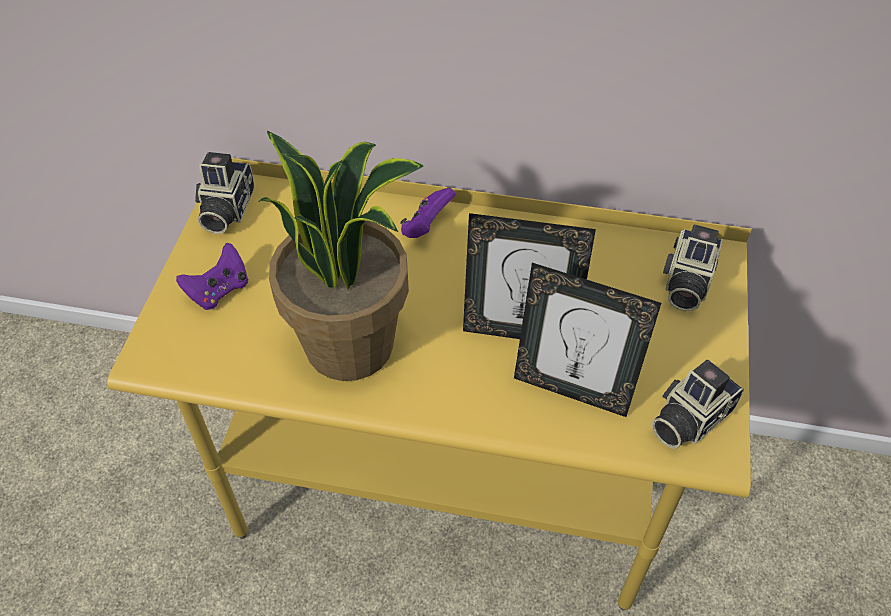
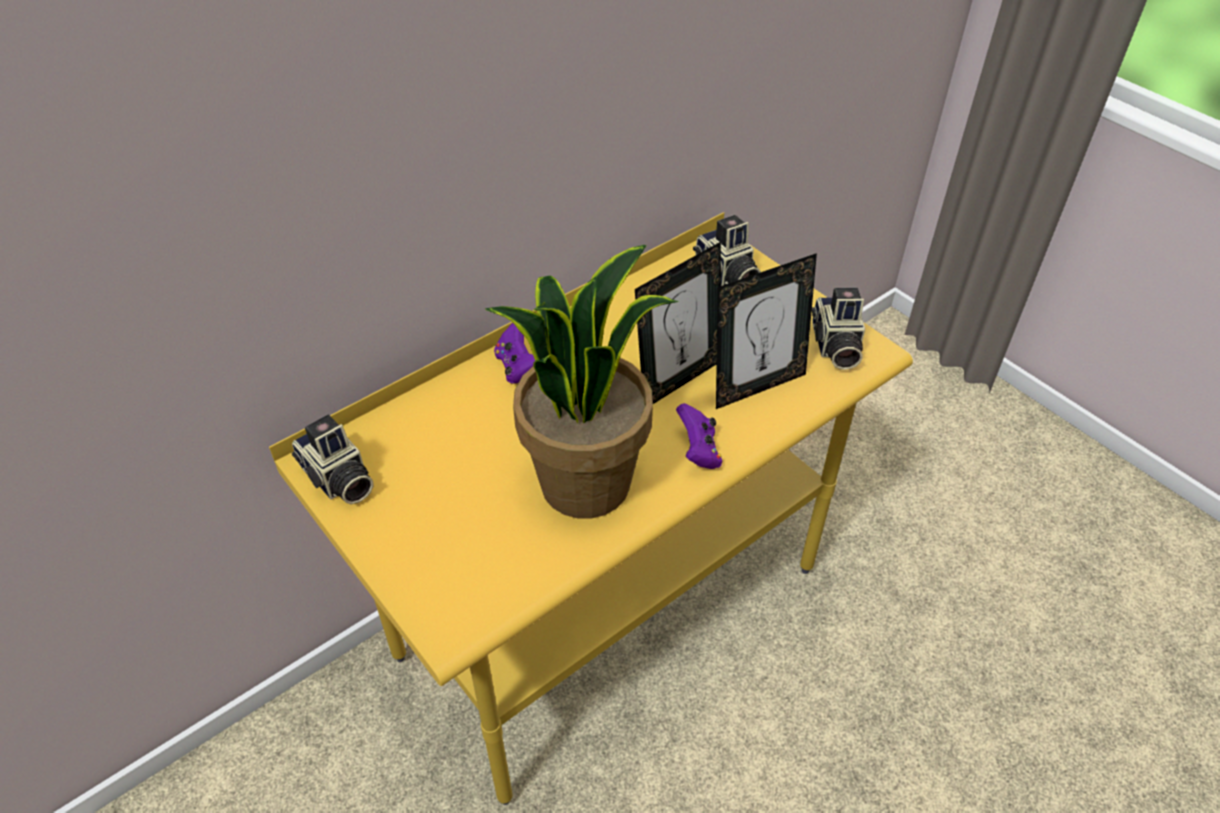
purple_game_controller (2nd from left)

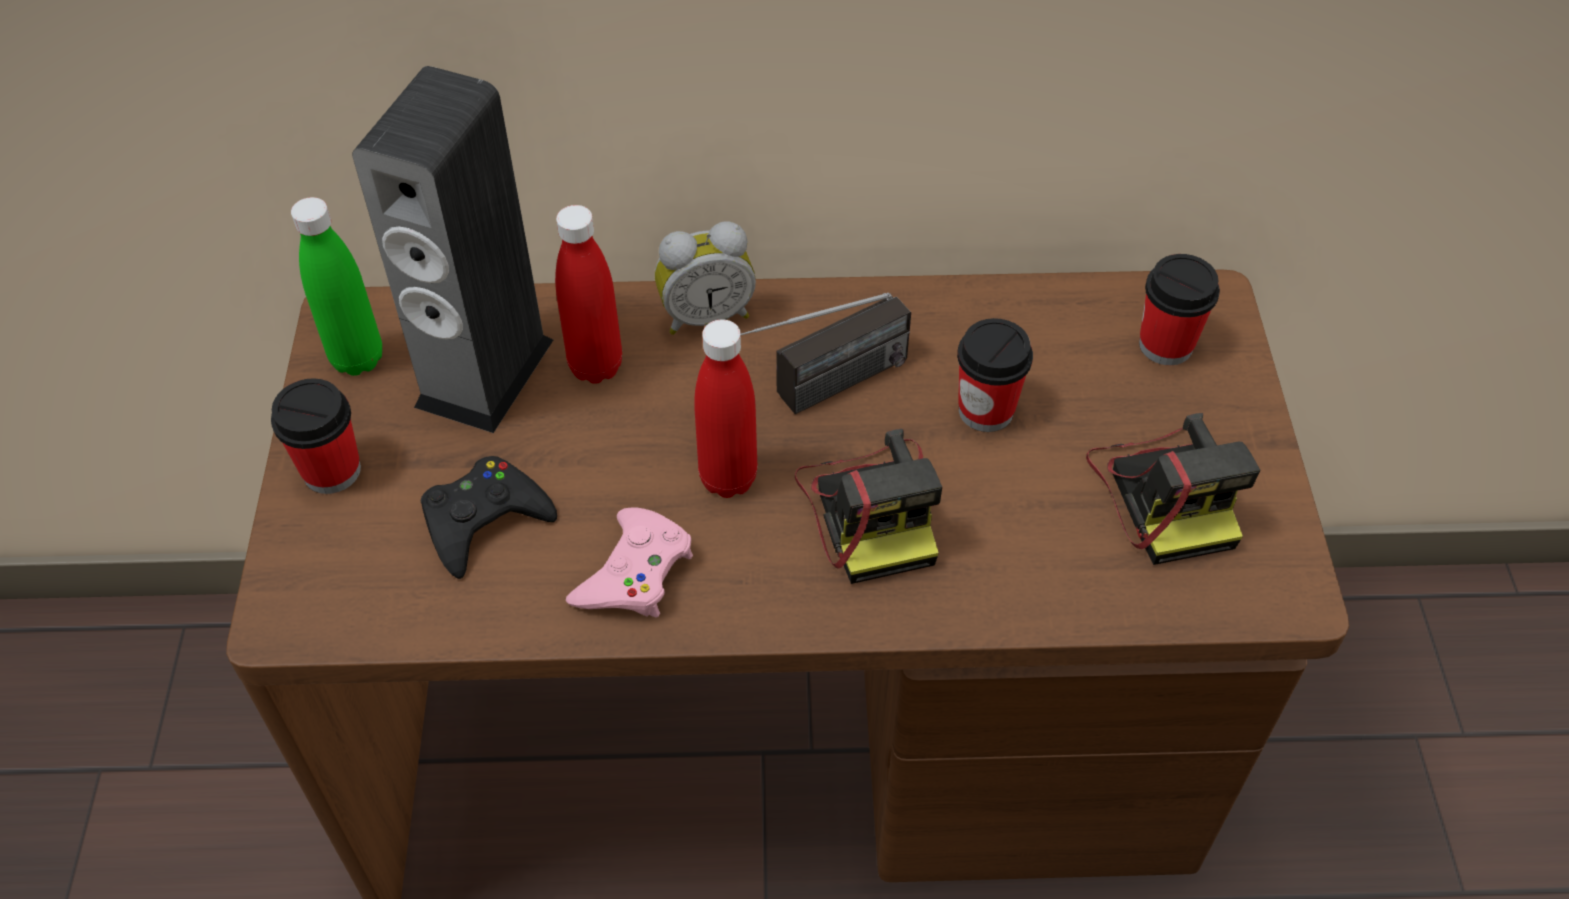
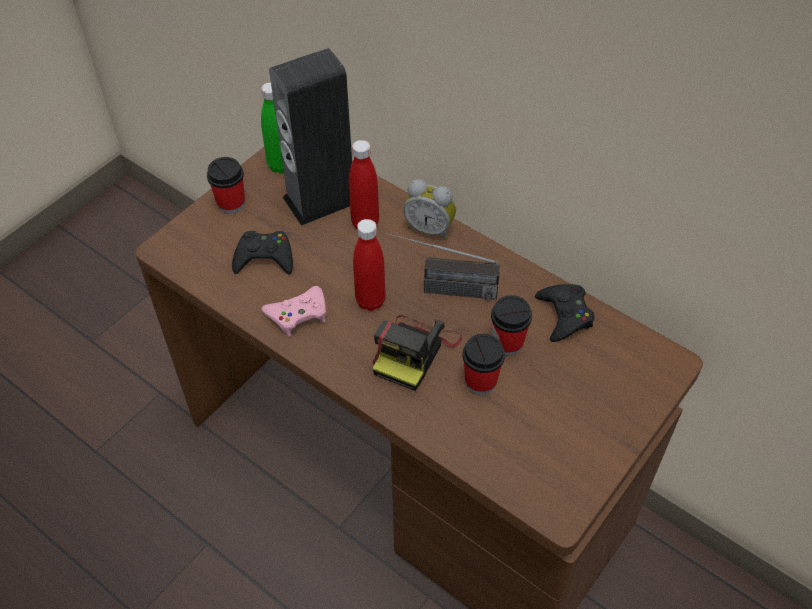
photo_camera (2nd from left in the first image); blackish_game_controller (2nd from left); cup (2nd from left)

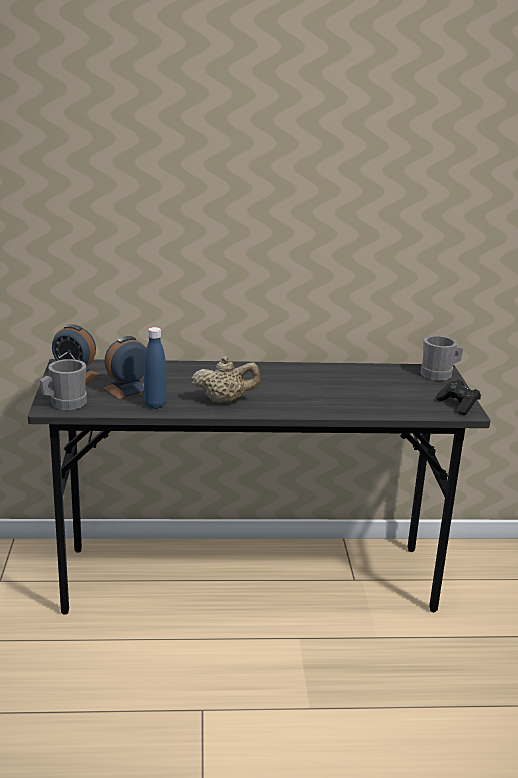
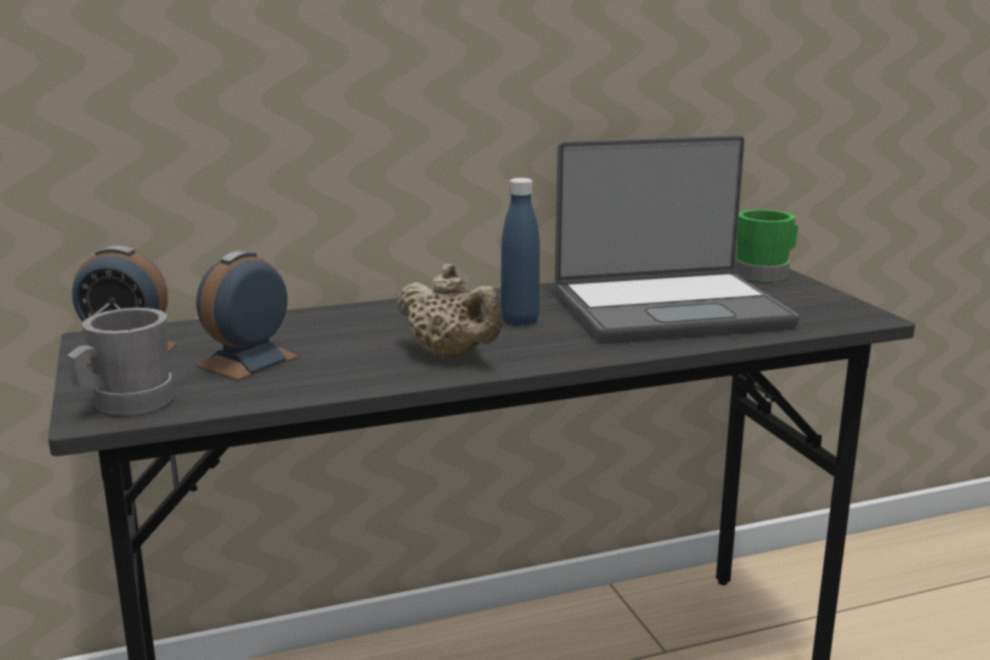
blackish_game_controller; portable_computer; blue-coloured_beverage_bottle; green_mug; beige_pot_for_tea

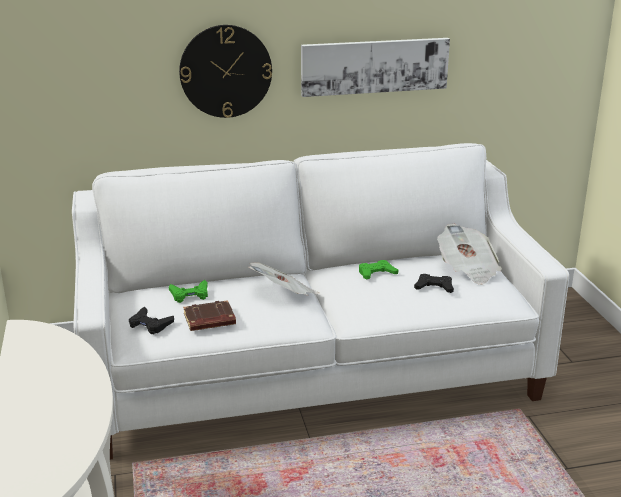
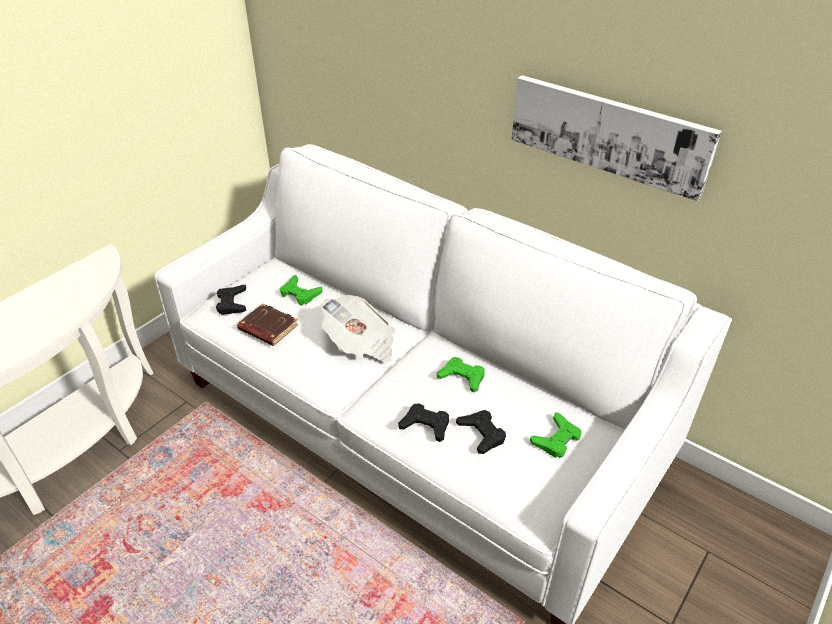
hanging_clock; blackish_game_controller (2nd from left); green_game_controller (3rd from left)

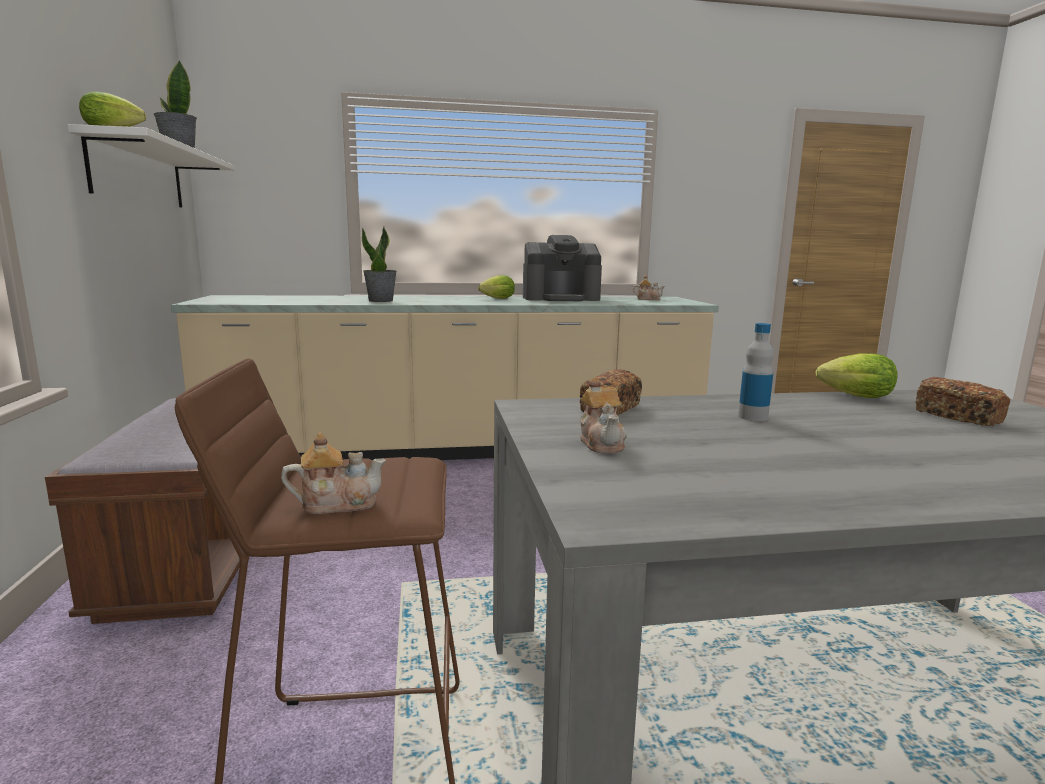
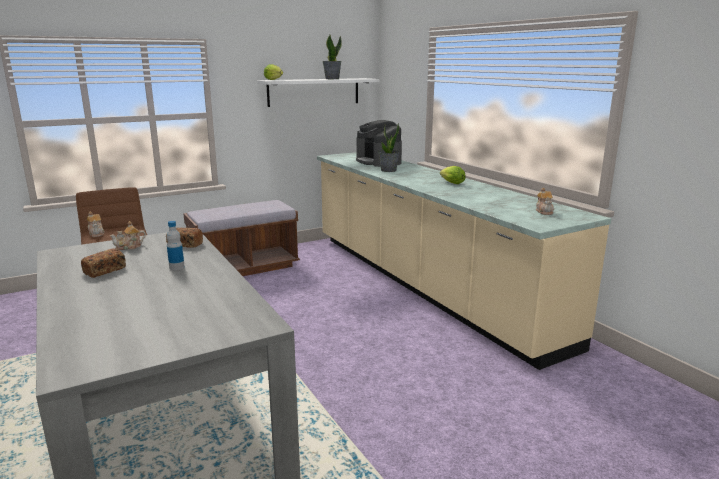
lettuce (3rd from left in the first image); coffee_machine; bakery_bread (1st from left)

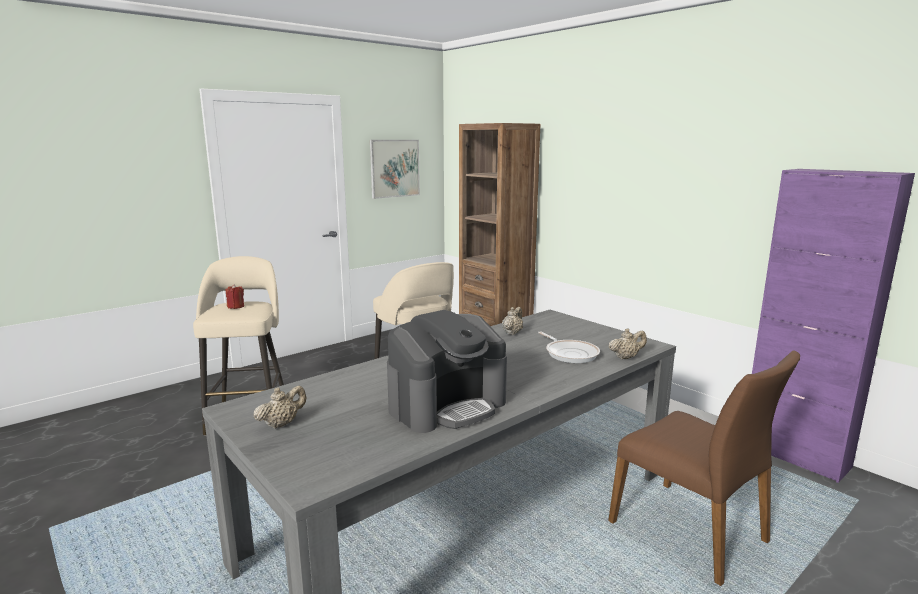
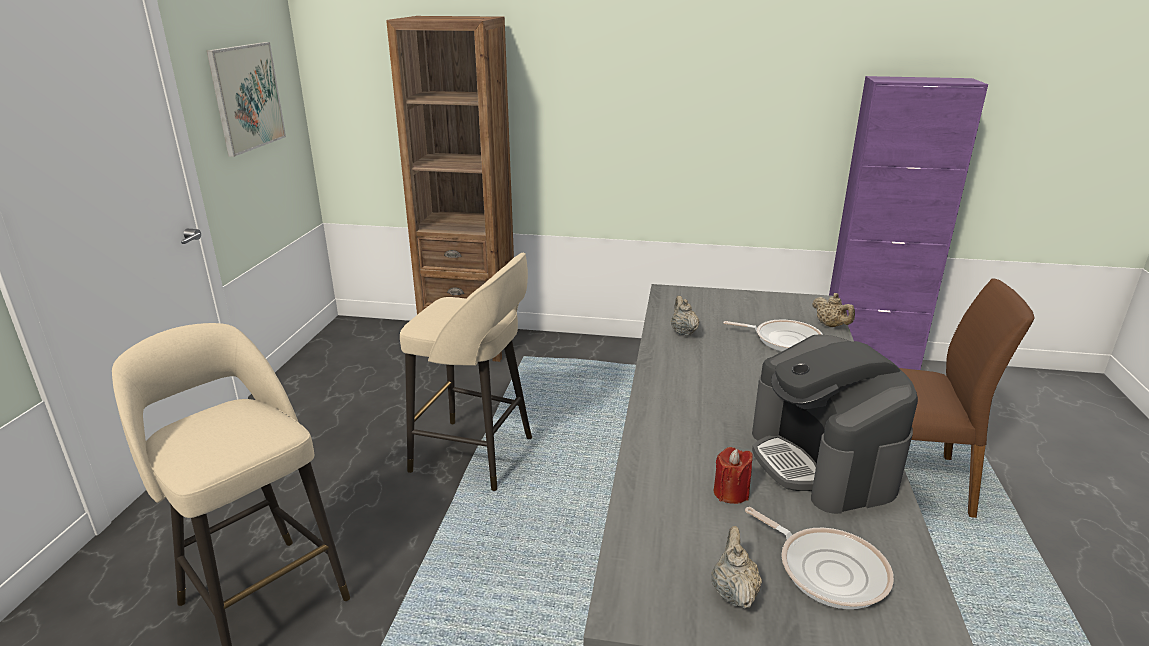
frying_pan (2nd from left); reddish_candle; coffee_machine; beige_pot_for_tea (3rd from left)

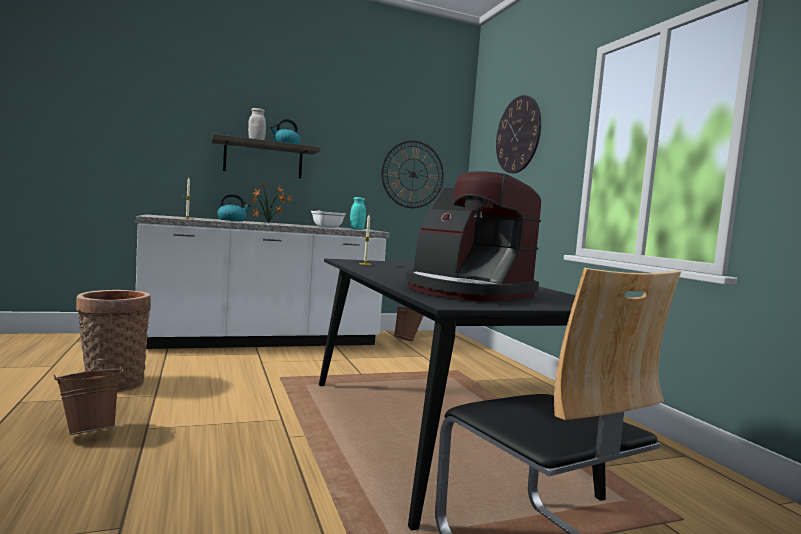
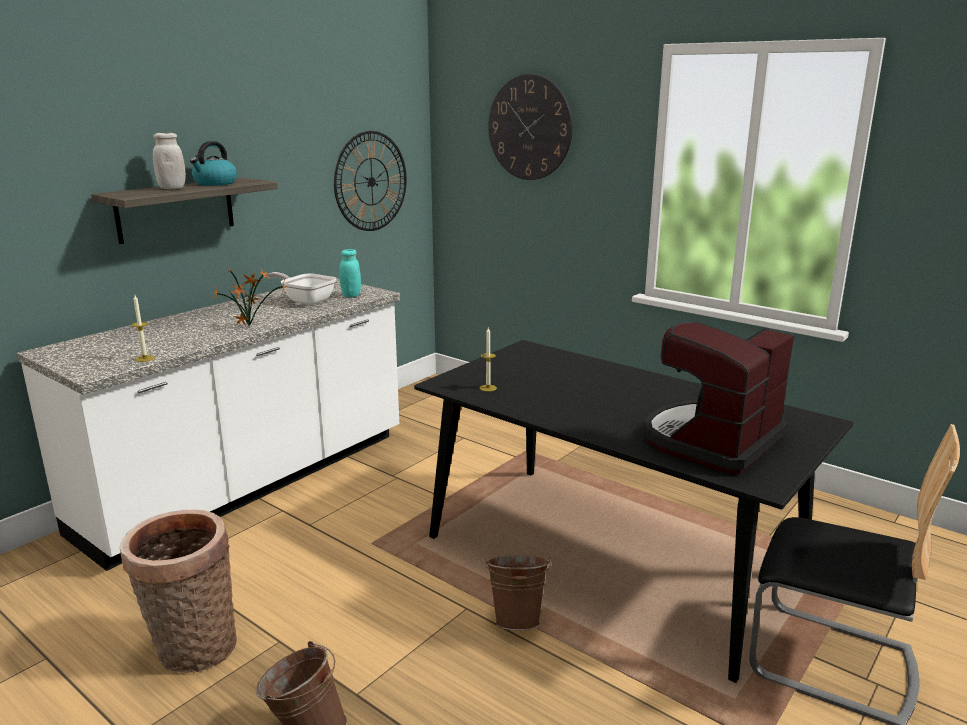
water_kettle (1st from left in the first image); brown-coloured_water_bucket (2nd from left); coffee_machine

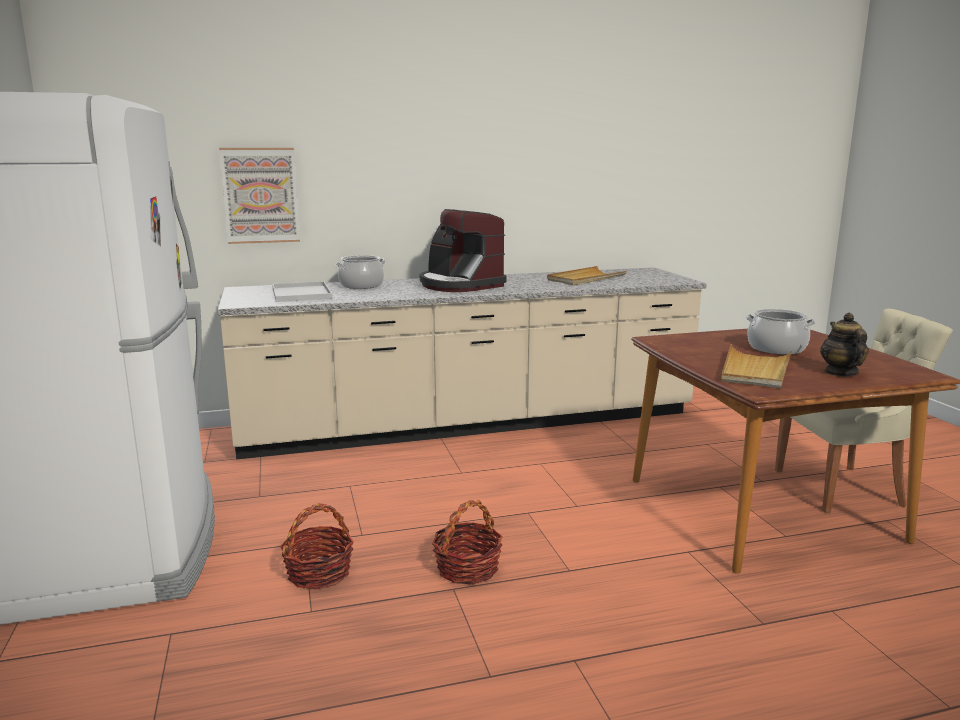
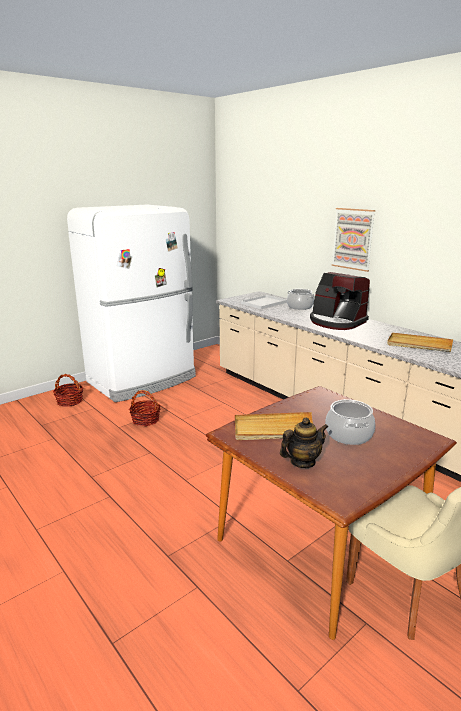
wall_picture; basket (1st from left); coffee_machine

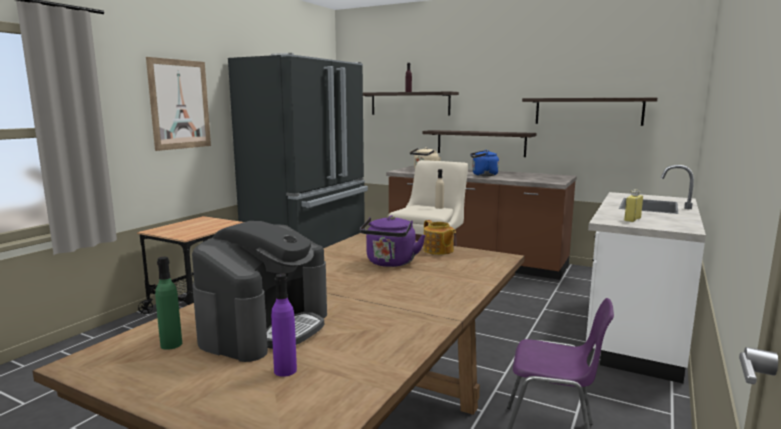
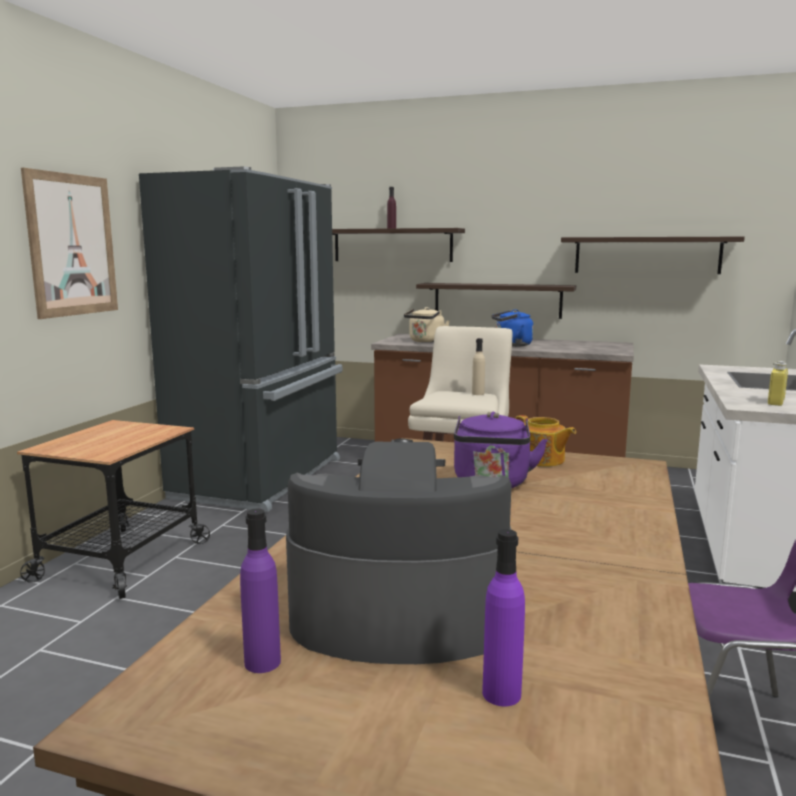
purple_beverage_bottle (1st from left); coffee_machine

